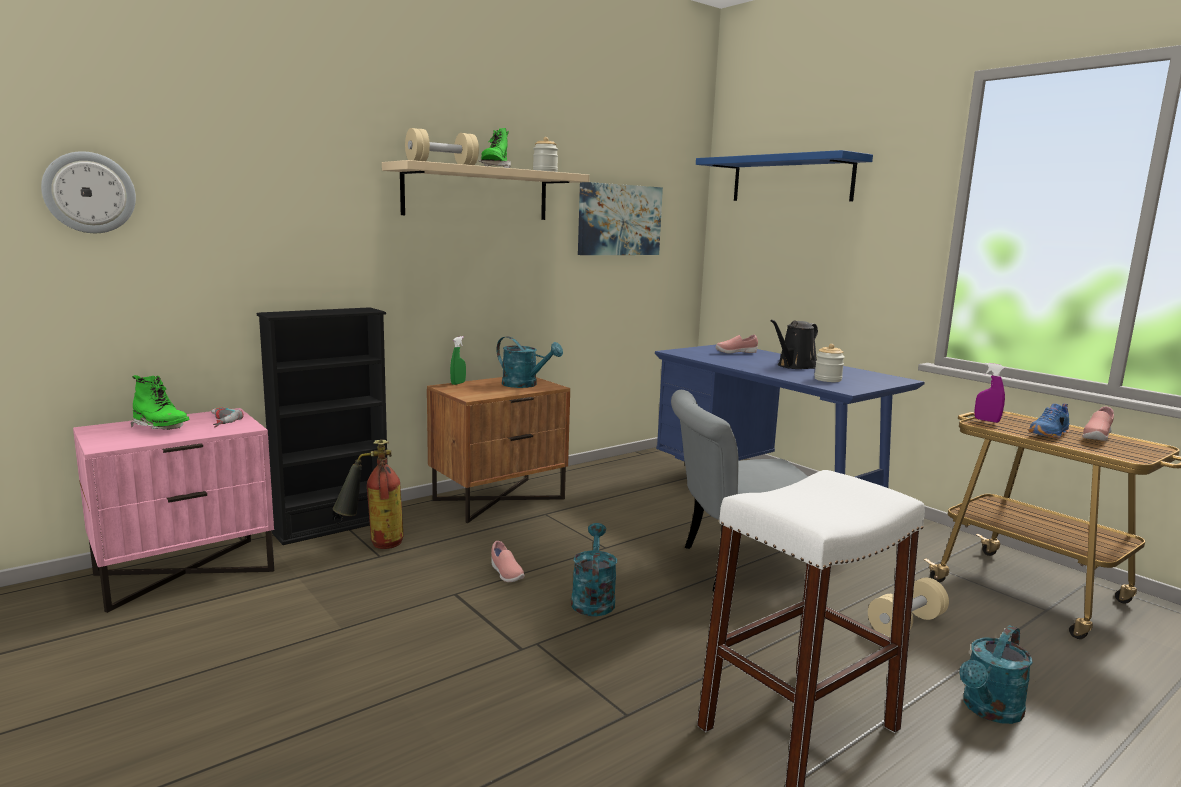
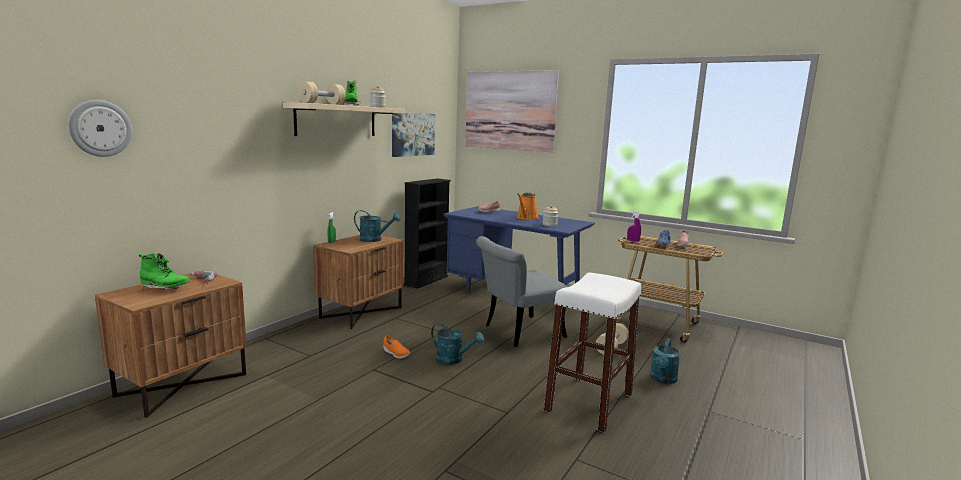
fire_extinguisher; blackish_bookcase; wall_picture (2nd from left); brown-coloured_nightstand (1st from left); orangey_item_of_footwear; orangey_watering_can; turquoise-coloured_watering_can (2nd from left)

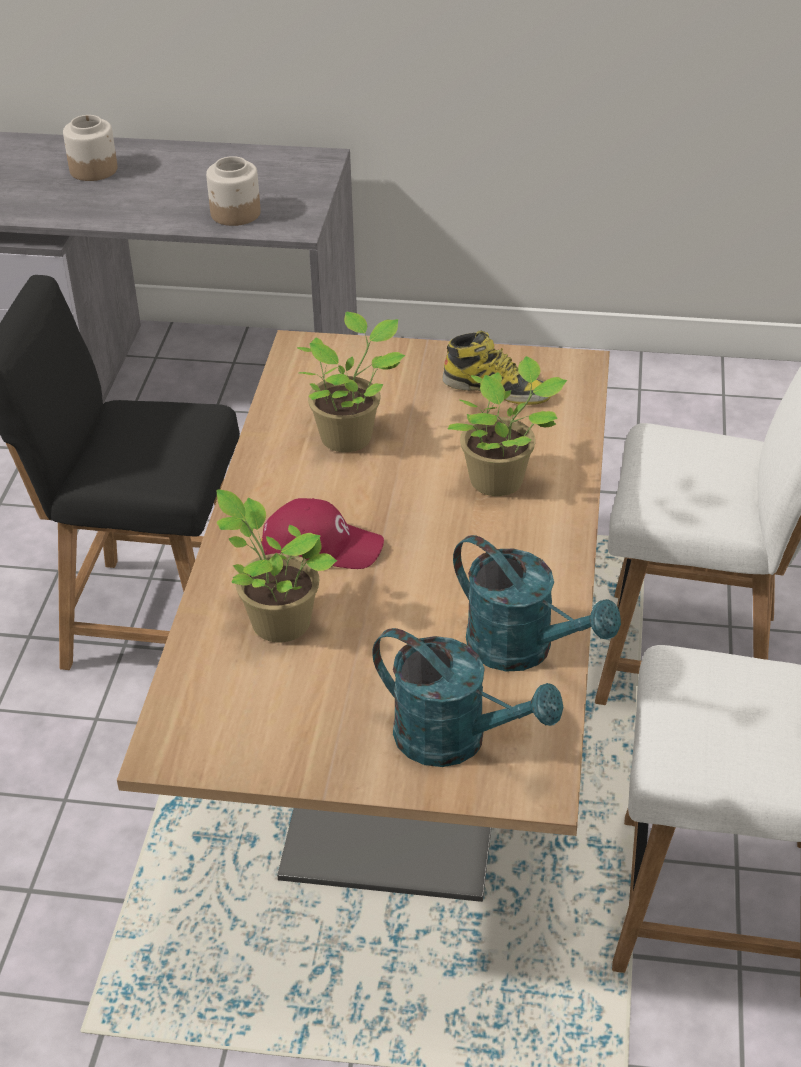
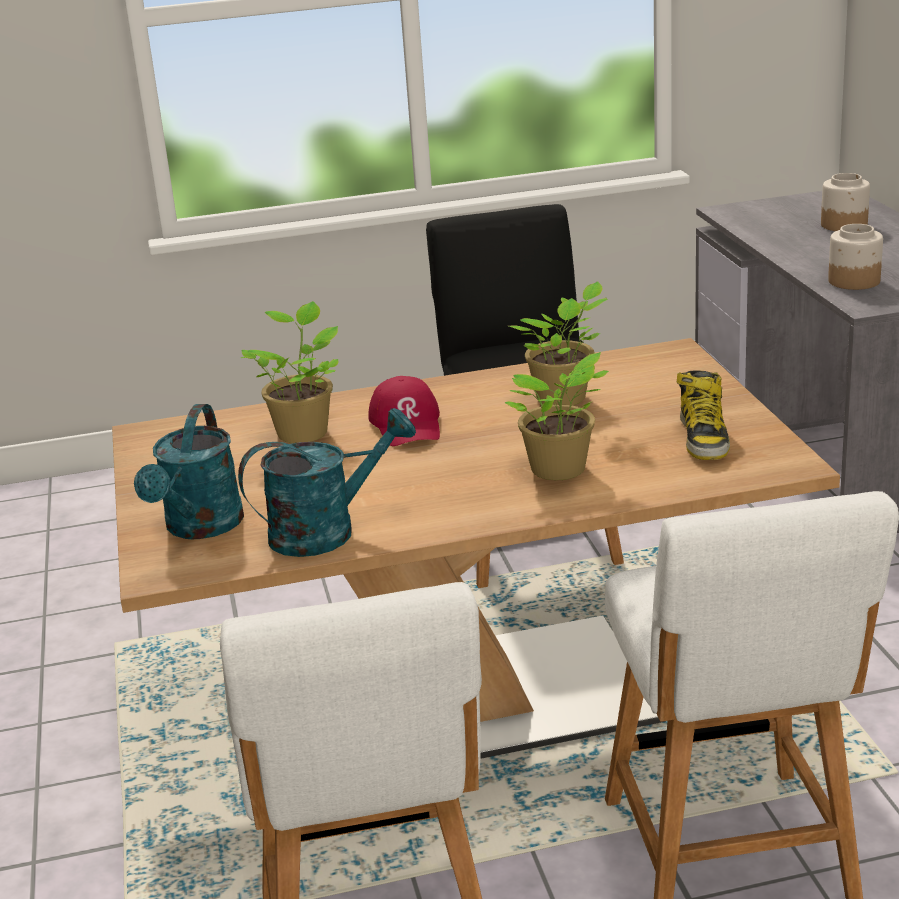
turquoise-coloured_watering_can (2nd from left)

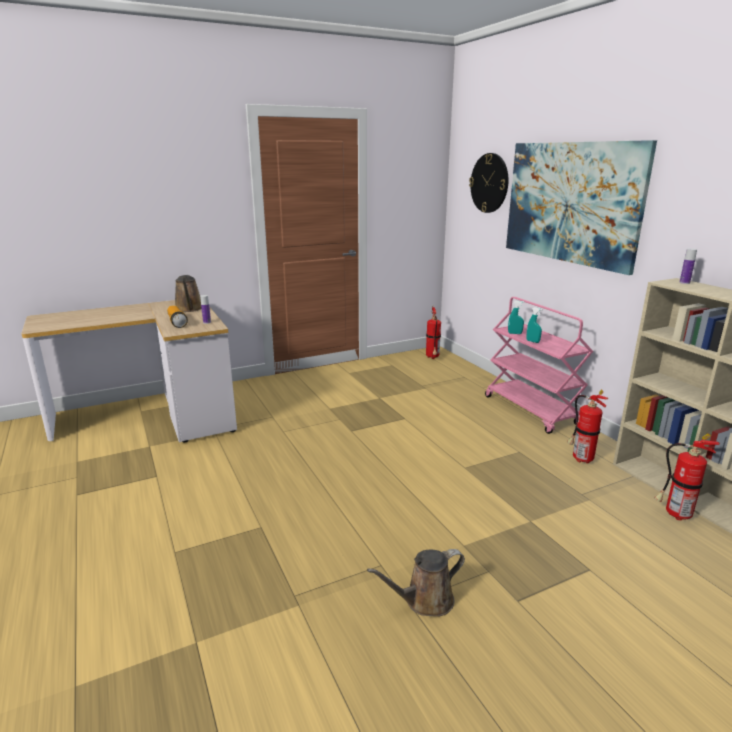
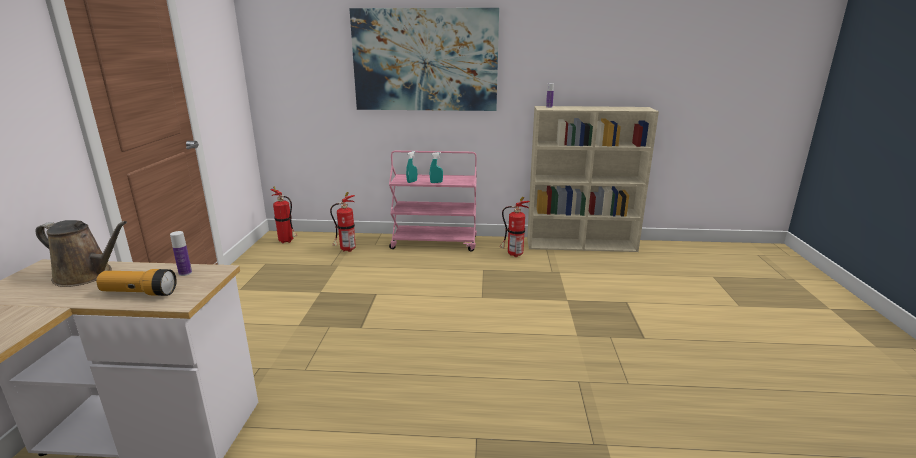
brown-coloured_watering_can (2nd from left in the first image); hanging_clock; fire_extinguisher (2nd from left)

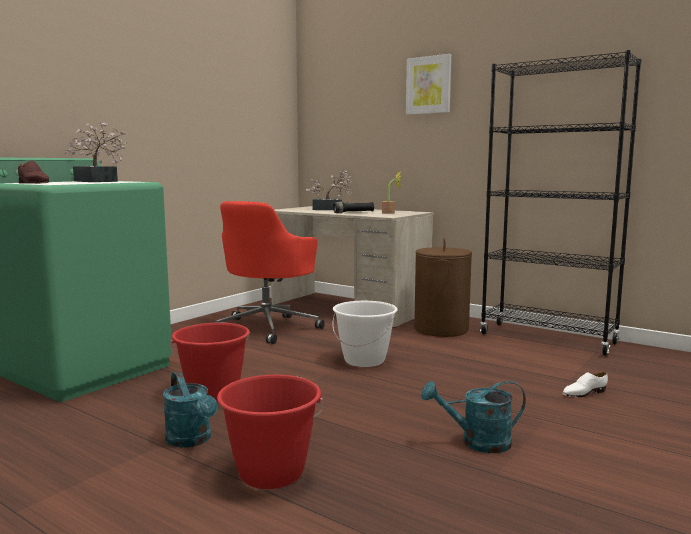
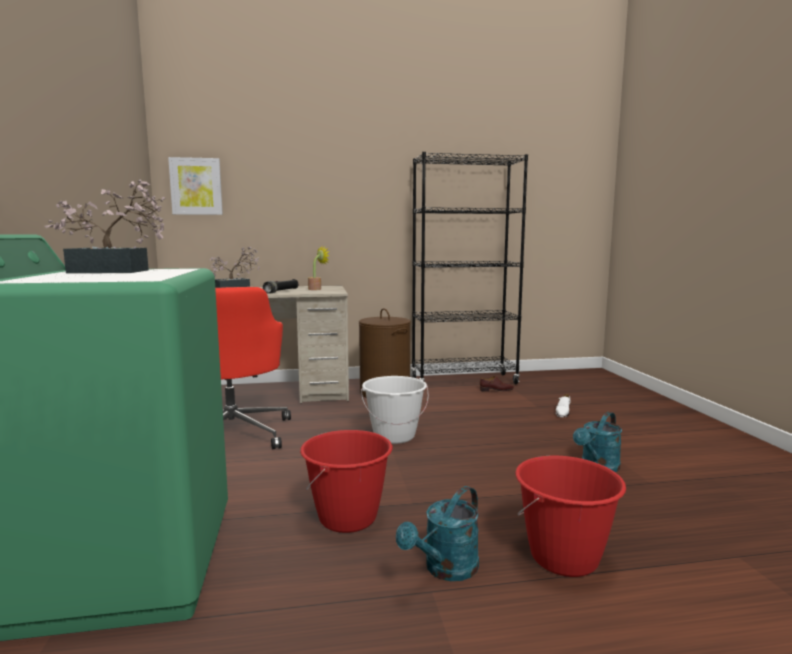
brown-coloured_item_of_footwear; wall_picture; turquoise-coloured_watering_can (1st from left)

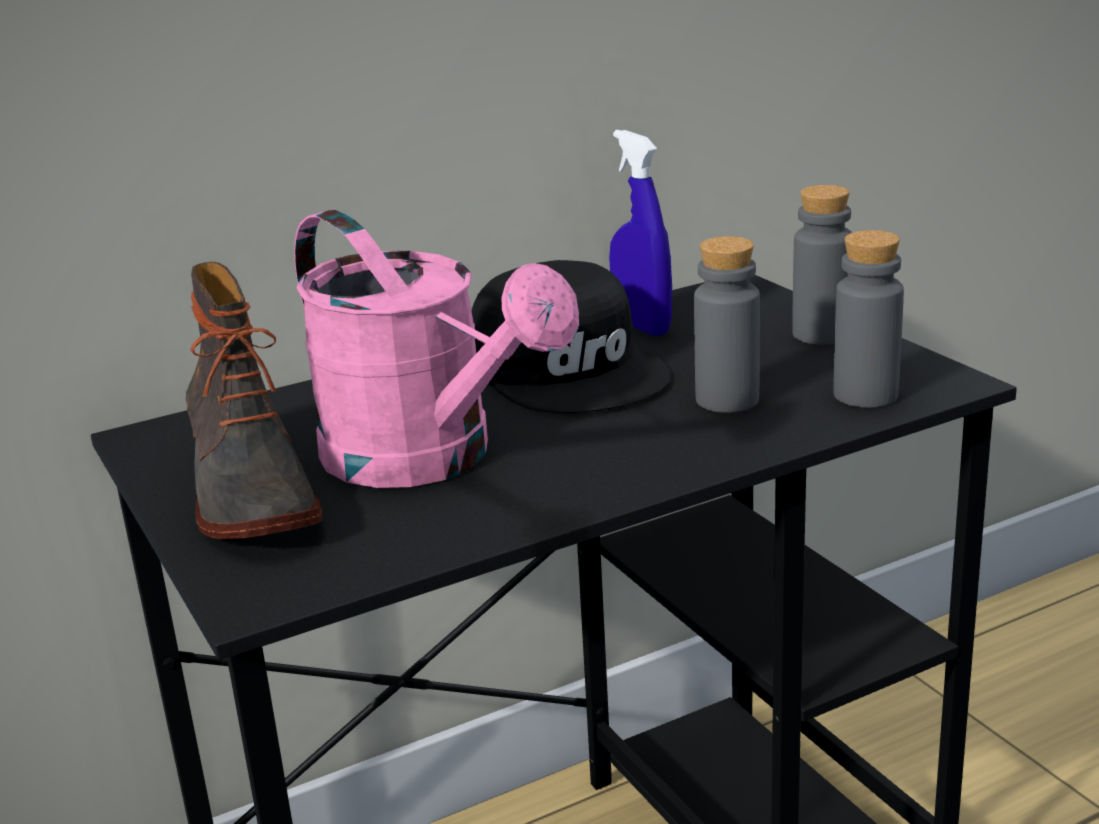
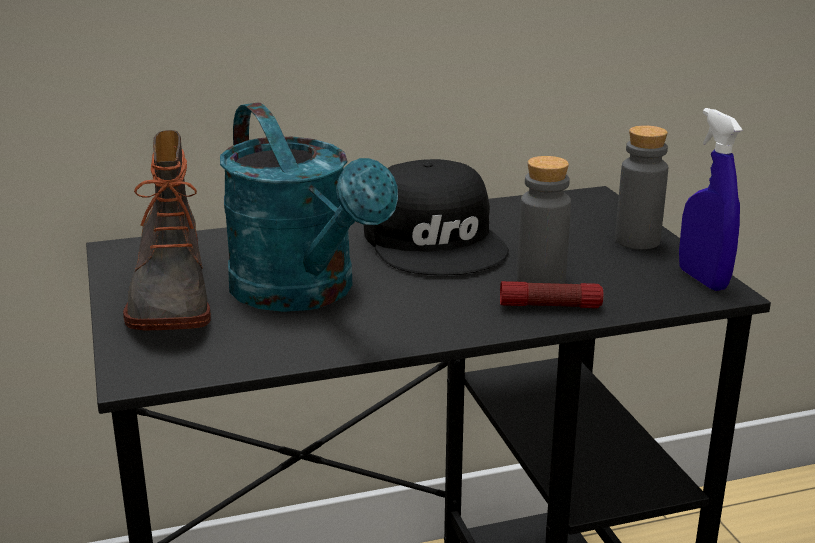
grey_beverage_bottle (3rd from left in the first image); flashlight; blue-coloured_sprayer; turquoise-coloured_watering_can

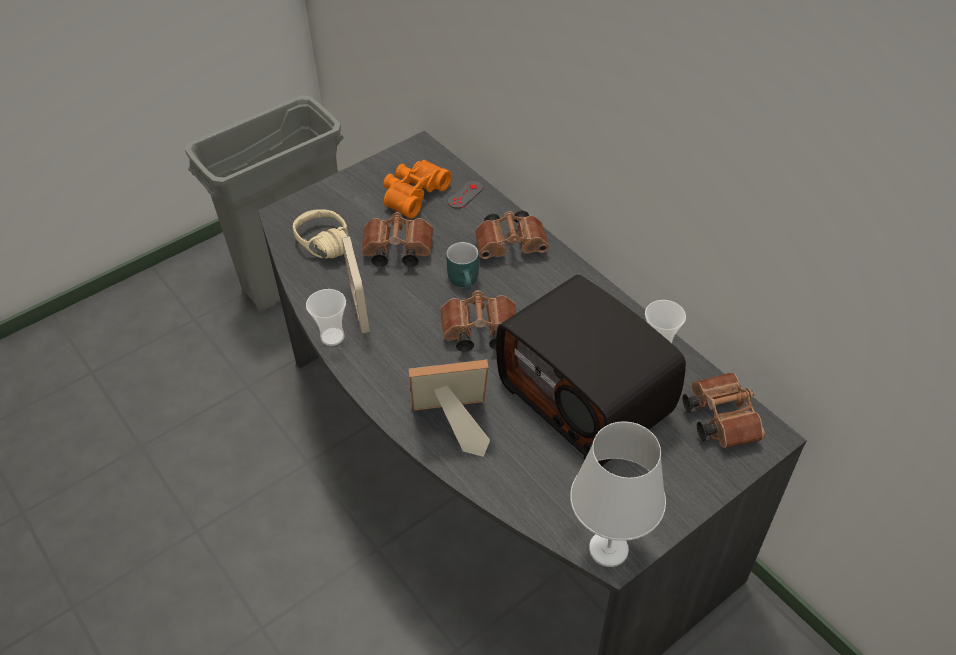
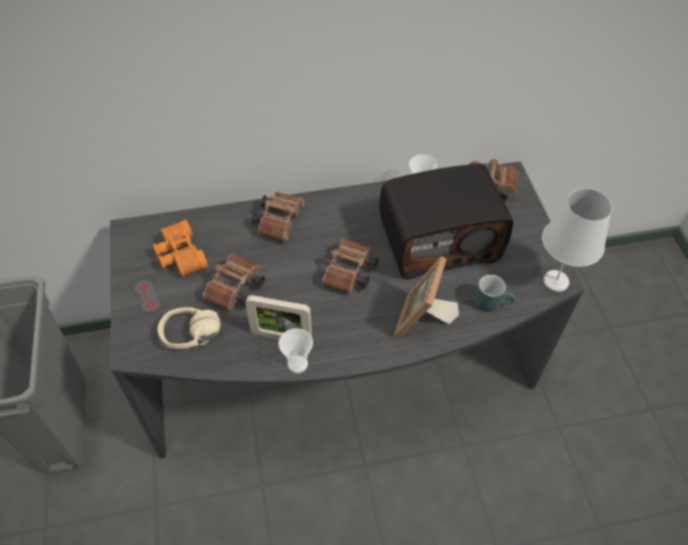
turquoise-coloured_mug; grey_game_controller

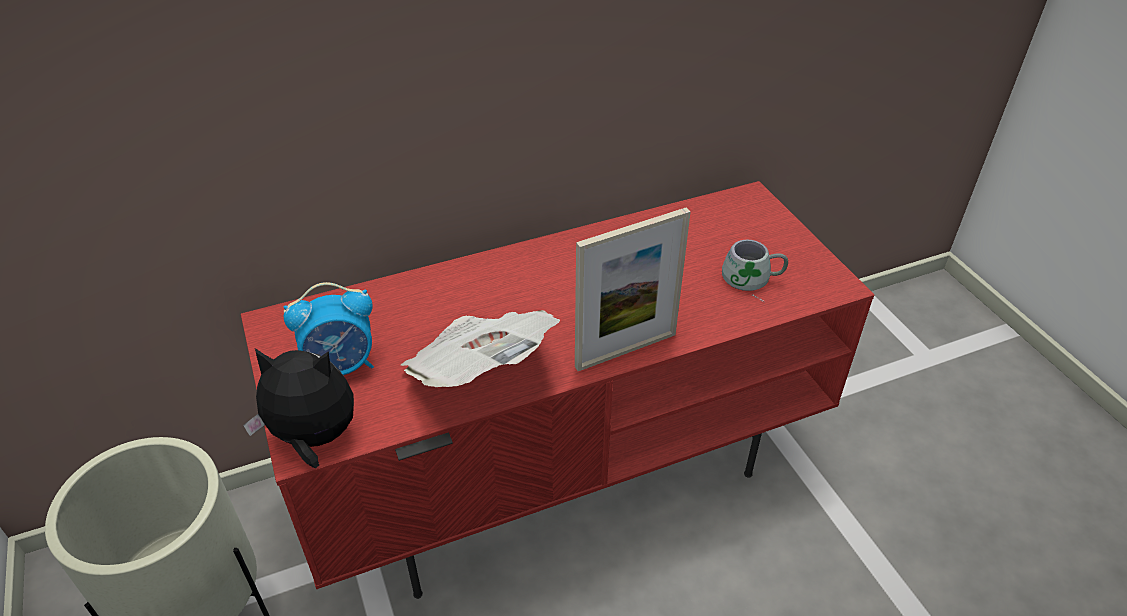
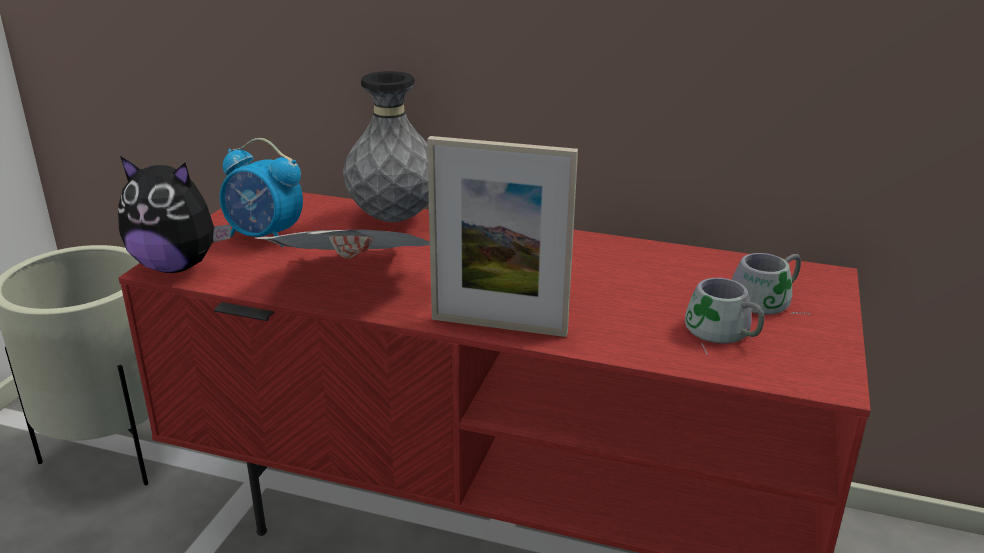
grey_flower_vase; grey_mug (2nd from left); cuddly_toy

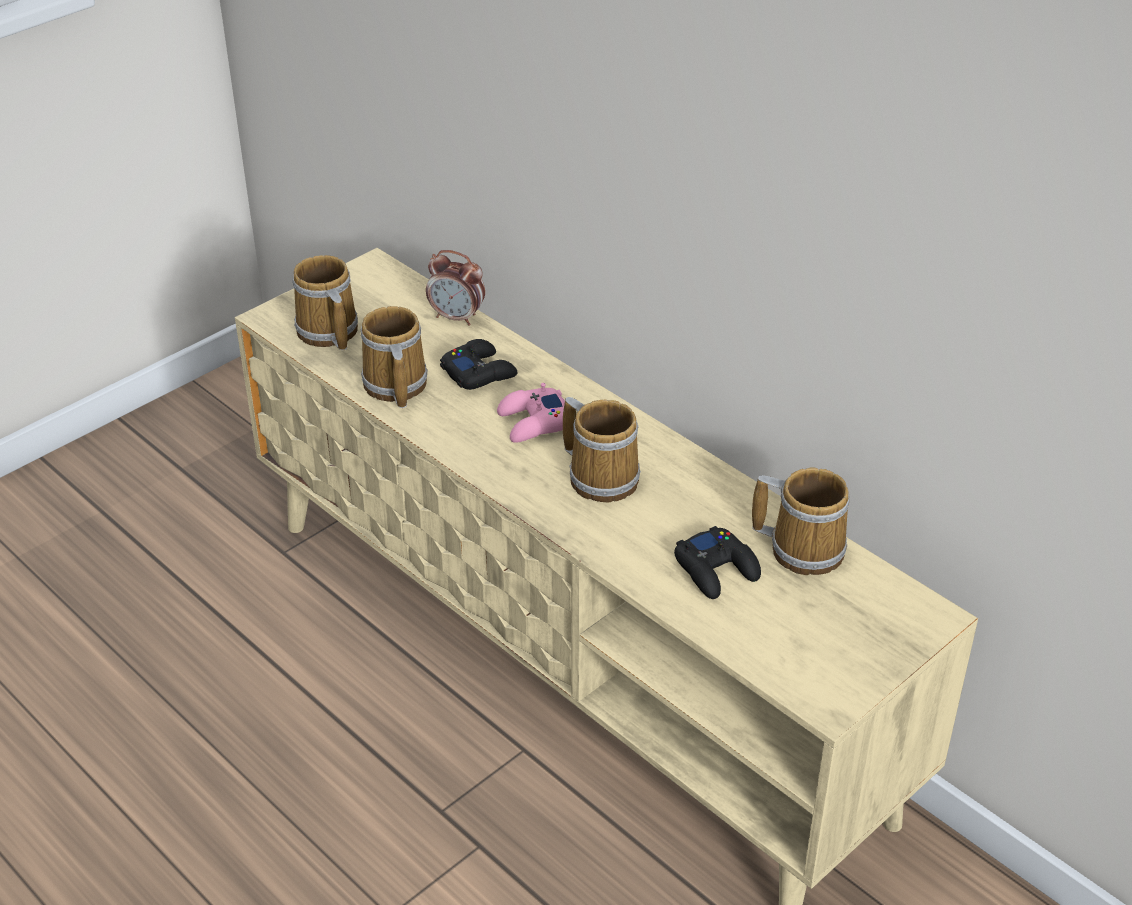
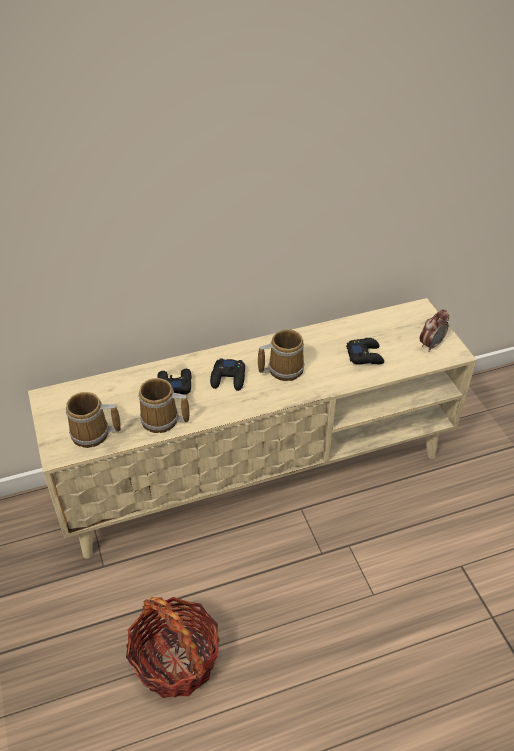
mug (4th from left in the first image); basket; bedside_clock; blackish_game_controller (2nd from left)

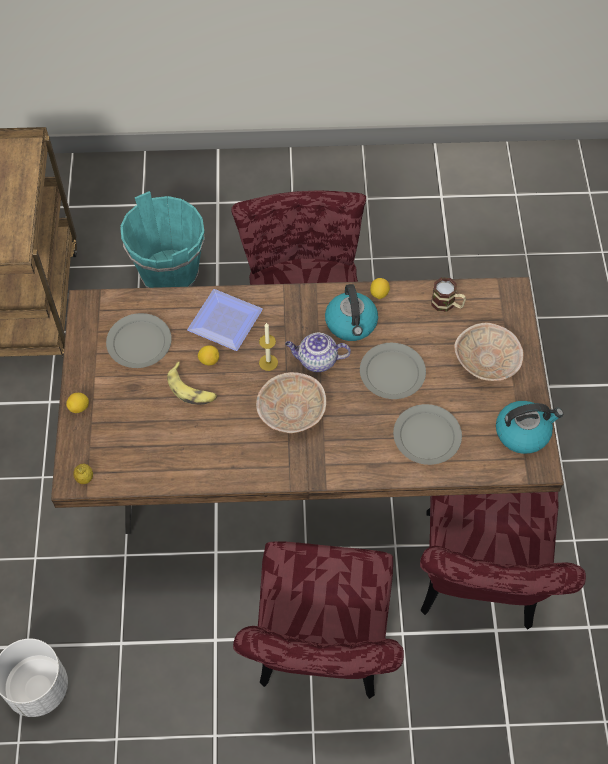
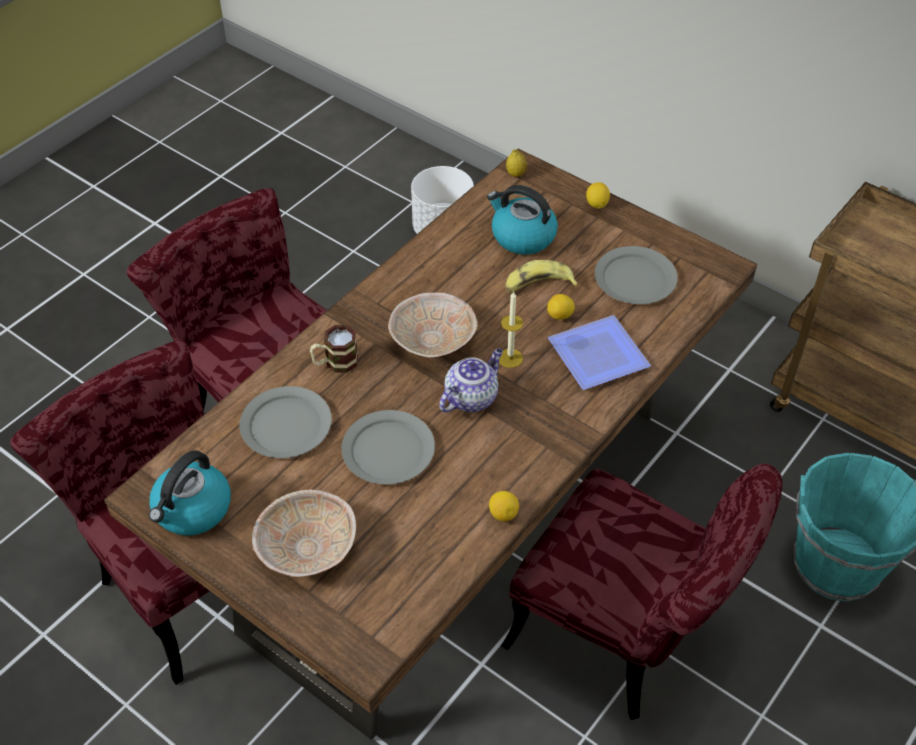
water_kettle (2nd from left); mug

